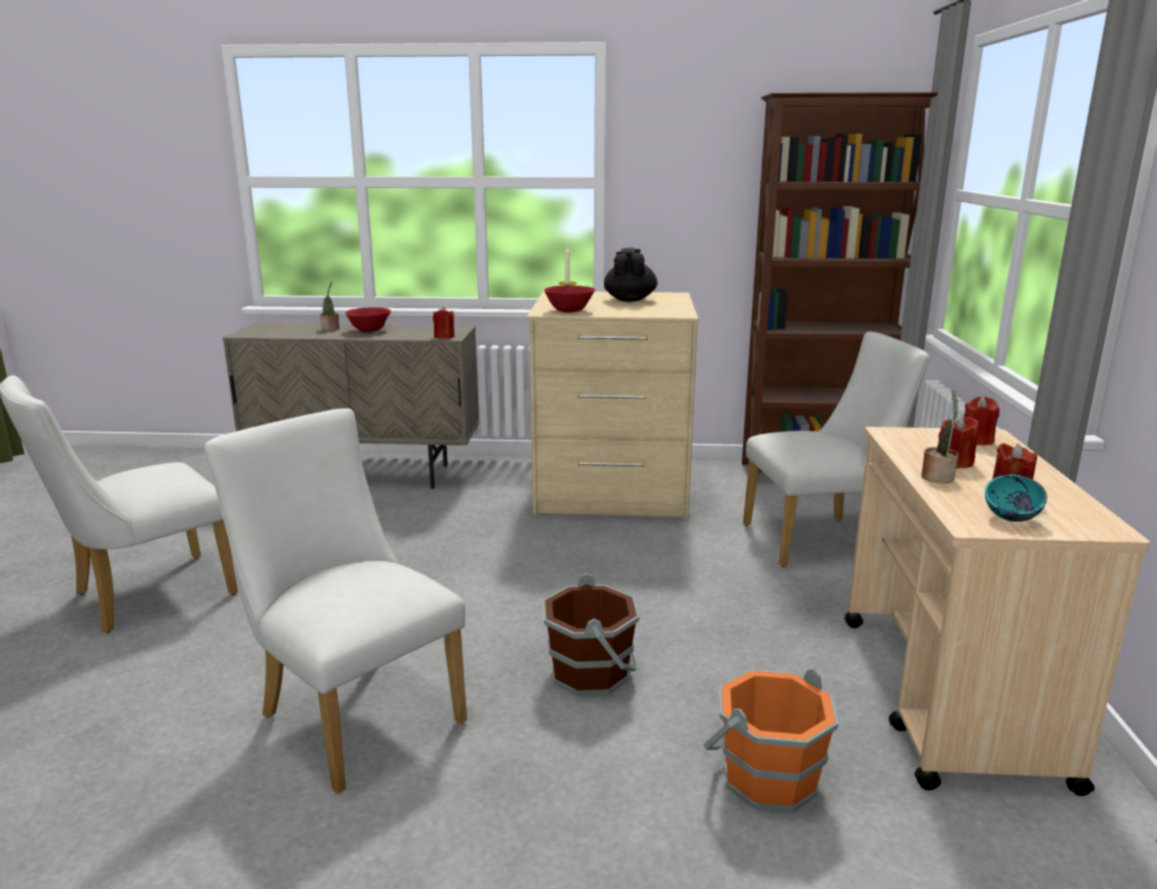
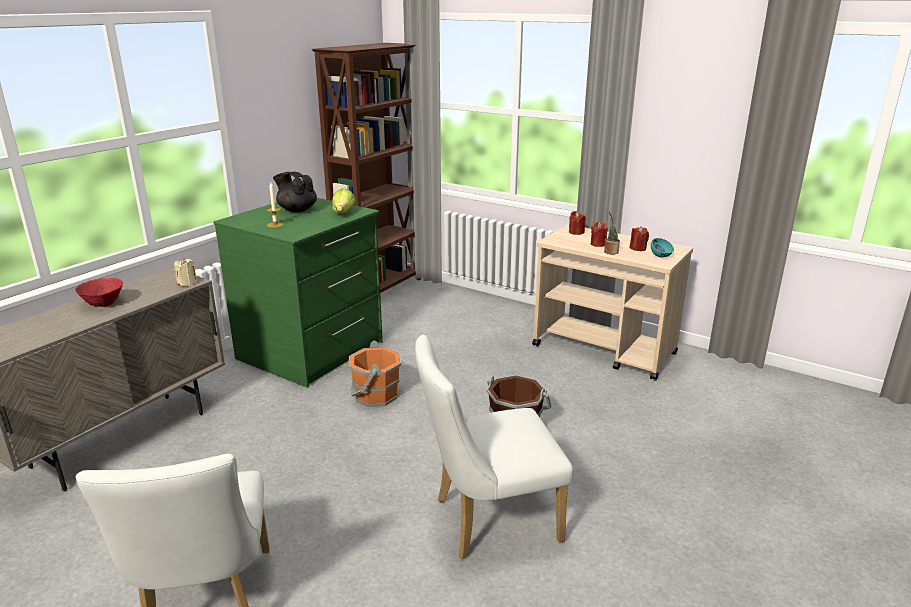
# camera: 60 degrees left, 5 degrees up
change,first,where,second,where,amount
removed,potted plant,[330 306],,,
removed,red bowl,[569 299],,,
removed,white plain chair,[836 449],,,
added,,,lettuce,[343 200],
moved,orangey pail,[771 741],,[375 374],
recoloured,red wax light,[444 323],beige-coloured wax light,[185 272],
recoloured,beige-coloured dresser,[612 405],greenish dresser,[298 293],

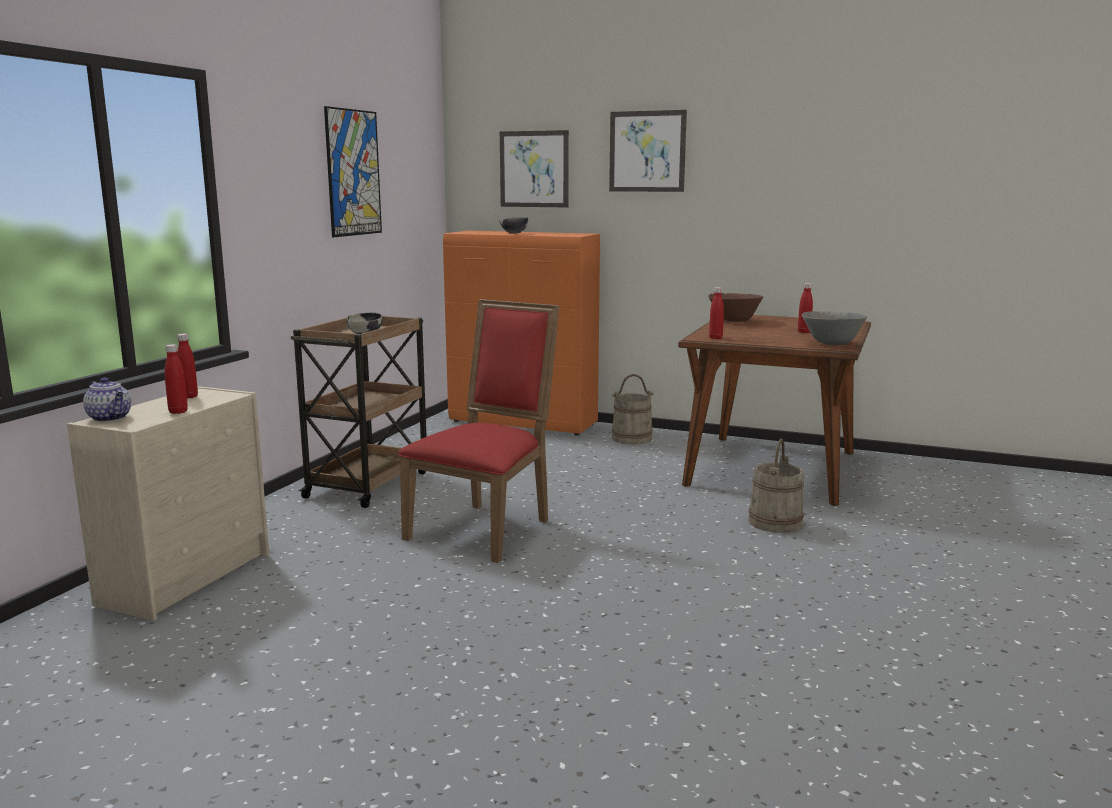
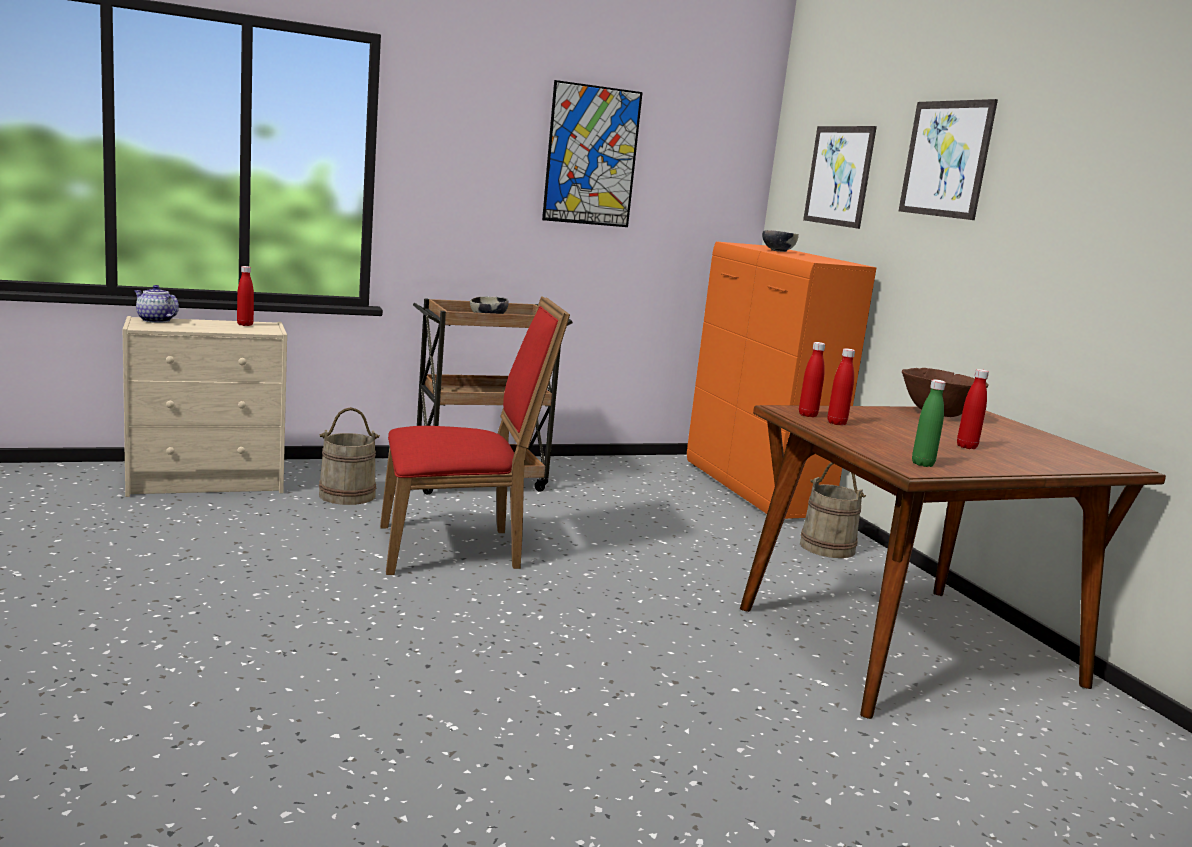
# camera: 45 degrees right, 0 degrees up
change,first,where,second,where,amount
moved,red bottle,[176 379],,[841 386],
moved,beige-coloured pail,[776 486],,[349 456],
replaced,grey bowl,[834 328],greenish bottle,[929 423],
turned,pot for tea,[107 399],,[156 304],120 degrees clockwise

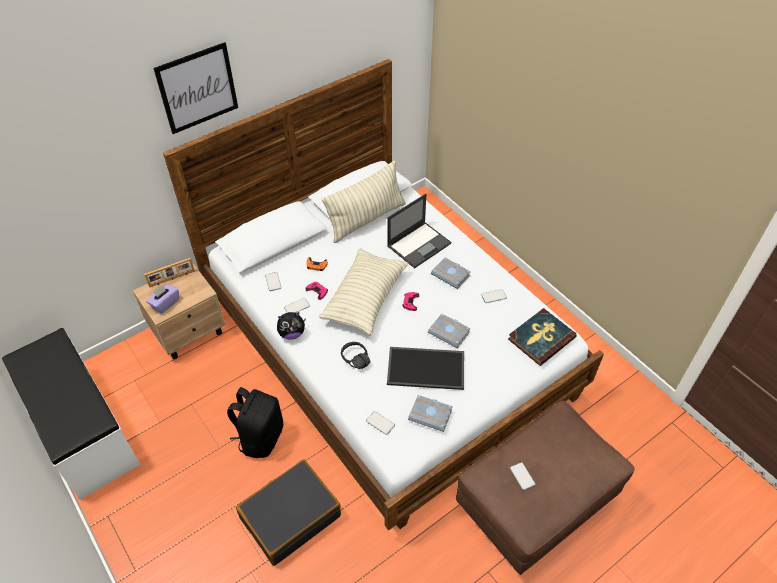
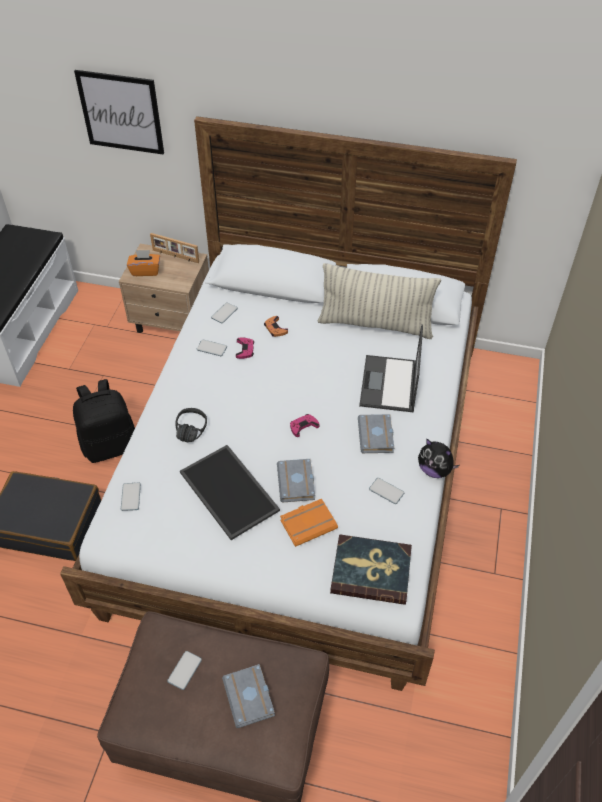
# camera: 50 degrees right, 0 degrees up
change,first,where,second,where,amount
removed,pillow,[363 292],,,
added,,,orangey volume,[309 523],
moved,picture,[195 88],,[119 112],
moved,soft toy,[291 326],,[438 458],
moved,grey volume,[430 413],,[248 696],
recoloured,purple tissue box,[162 299],orangey tissue box,[143 263],
turned,laptop,[419 231],,[391 368],90 degrees clockwise

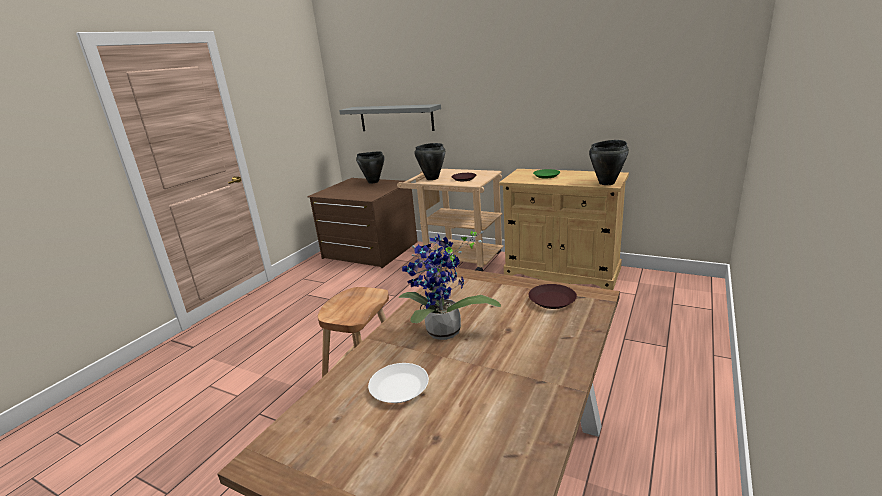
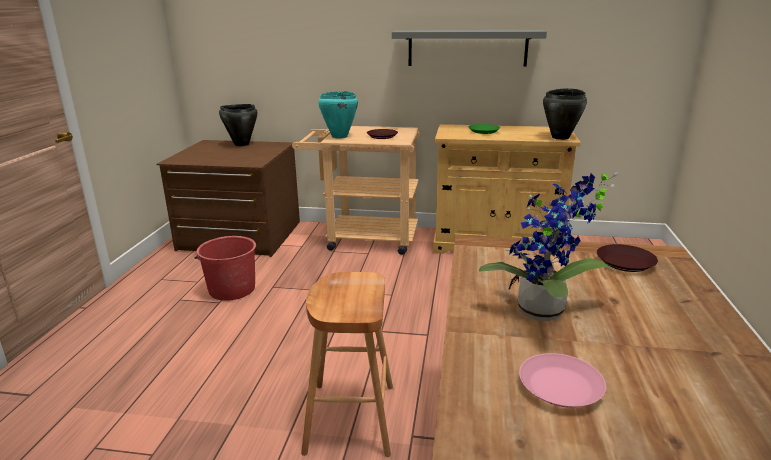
# camera: 20 degrees left, 0 degrees up
change,first,where,second,where,amount
added,,,red pail,[225 268],
moved,grey shelf,[390 117],,[469 48],
recoloured,white flat dish,[398 383],pink-coloured flat dish,[562 380],
recoloured,black-coloured stockpot,[430 161],blue-green stockpot,[338 114],

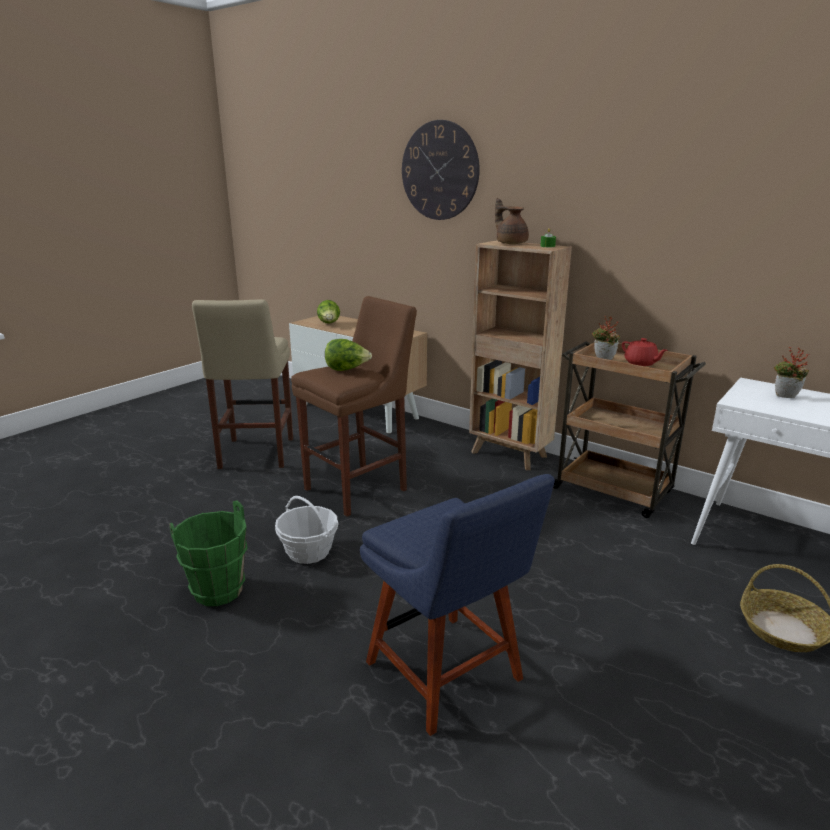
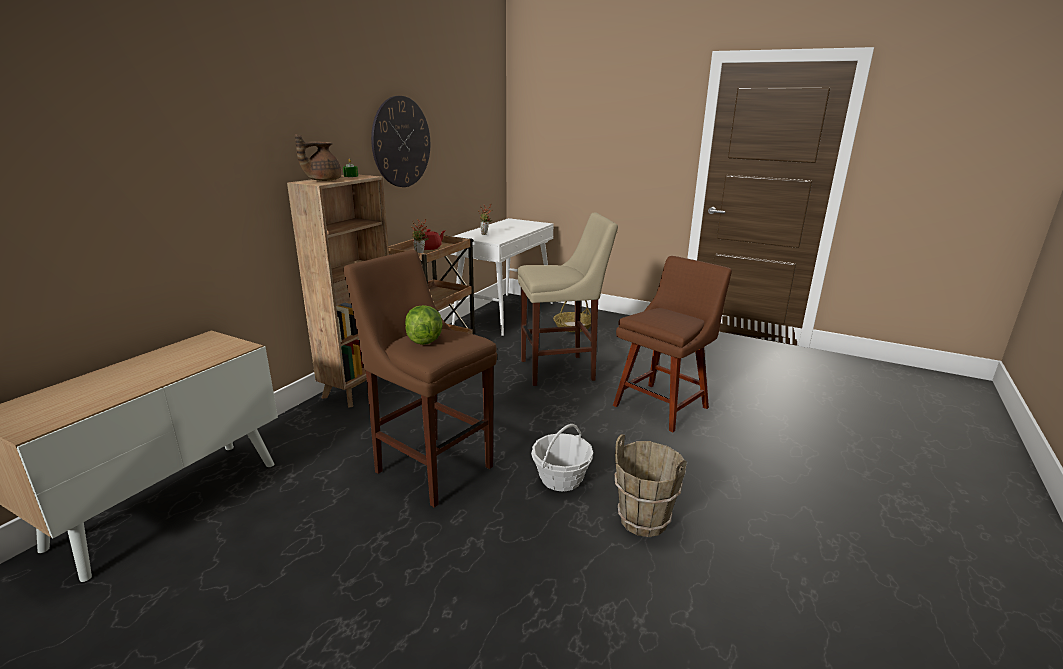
# camera: 100 degrees left, 0 degrees up
change,first,where,second,where,amount
removed,lettuce,[328 312],,,
moved,beige-coloured stool,[242 384],,[568 299],
moved,clock on the wall,[441 170],,[400 141],
recoloured,greenish pail,[208 553],brown pail,[651 485],
recoloured,blue-coloured plain chair,[457 605],brown plain chair,[672 344],

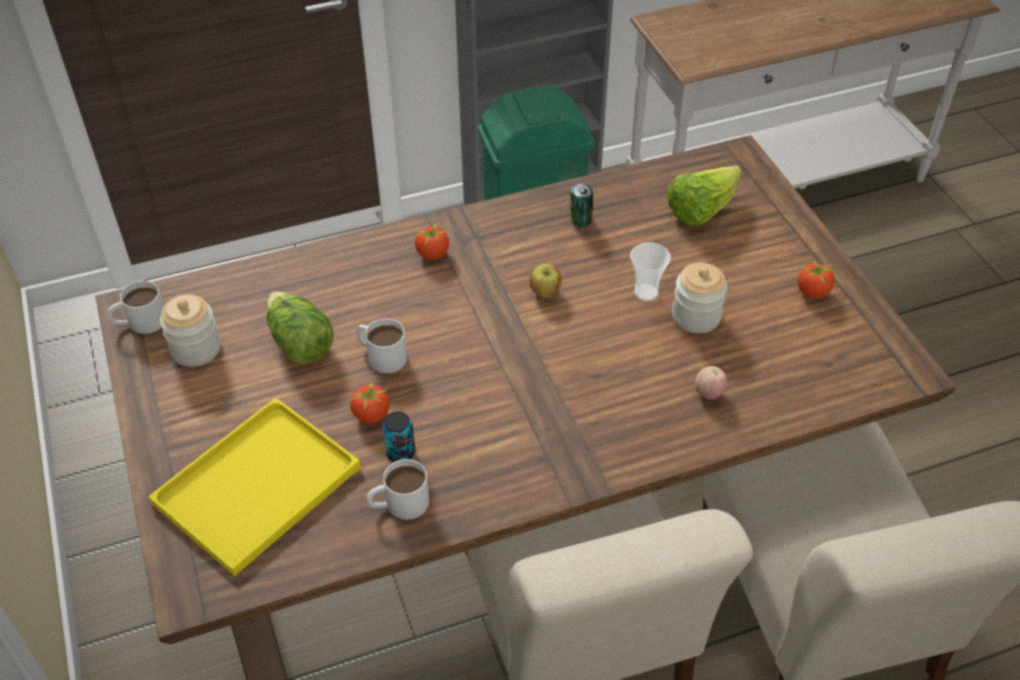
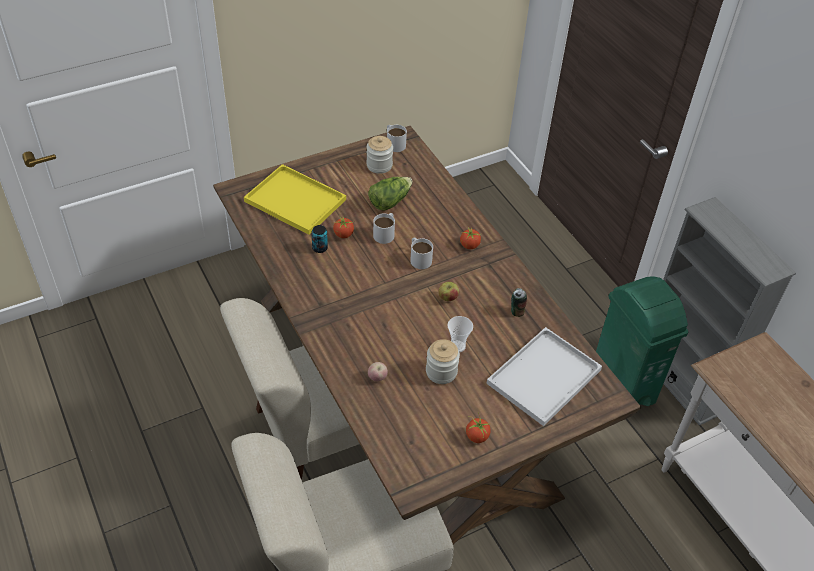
# camera: 80 degrees right, 0 degrees up
change,first,where,second,where,amount
moved,white coffee mug,[398 489],,[421 253],
replaced,lettuce,[704 196],white carrying tray,[544 376],

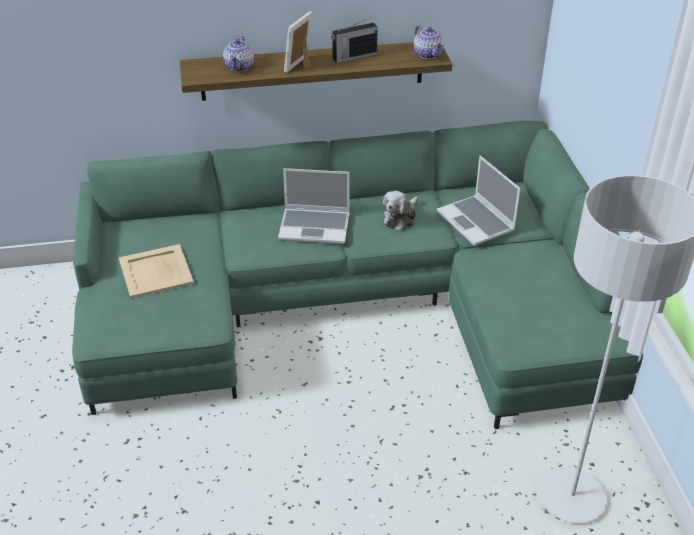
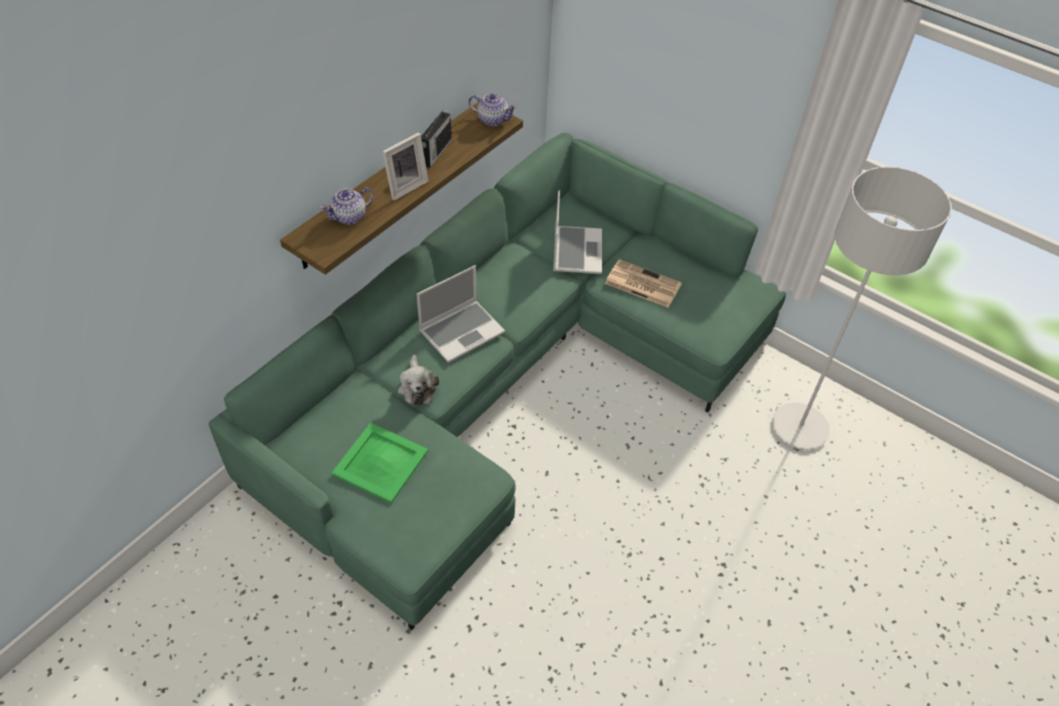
# camera: 45 degrees left, 10 degrees up
change,first,where,second,where,amount
added,,,daily paper,[643 283],
moved,soft toy,[401 211],,[418 380],
recoloured,beige-coloured carrying tray,[156 271],greenish carrying tray,[380 463],
turned,pot for tea,[238 54],,[347 206],90 degrees clockwise
turned,picture frame,[298 42],,[405 166],120 degrees counterclockwise
turned,laptop,[479 201],,[577 232],105 degrees counterclockwise

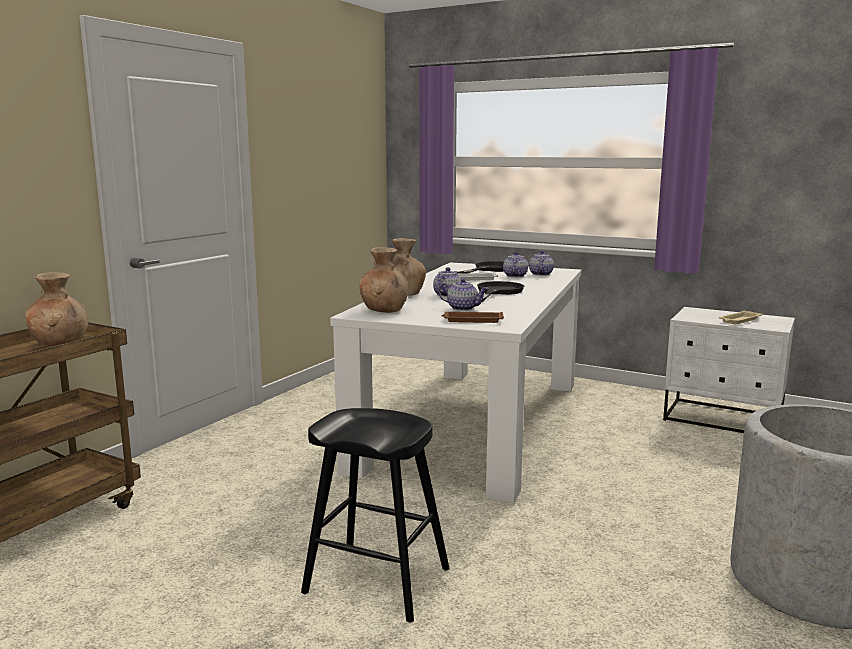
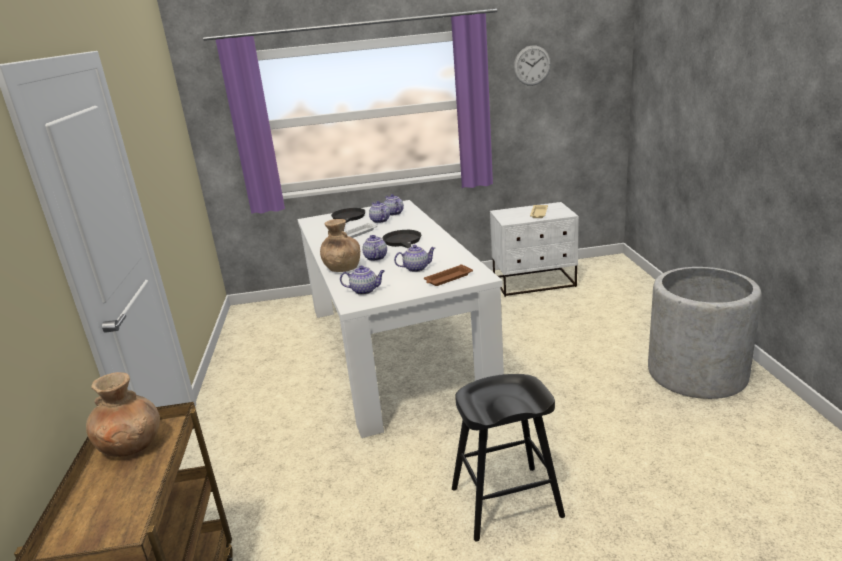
# camera: 35 degrees left, 10 degrees up
change,first,where,second,where,amount
added,,,clock on the wall,[532 65],
replaced,brown vase,[384 280],pot for tea,[362 280],

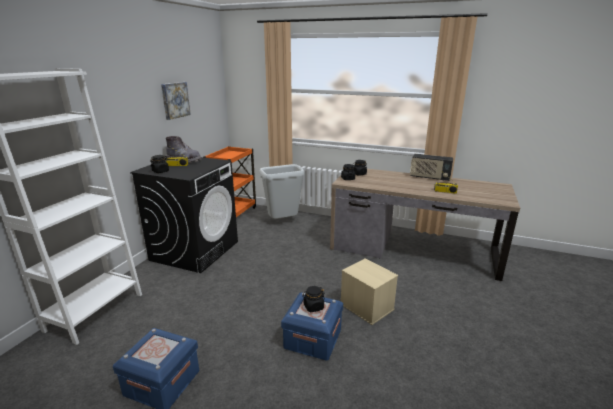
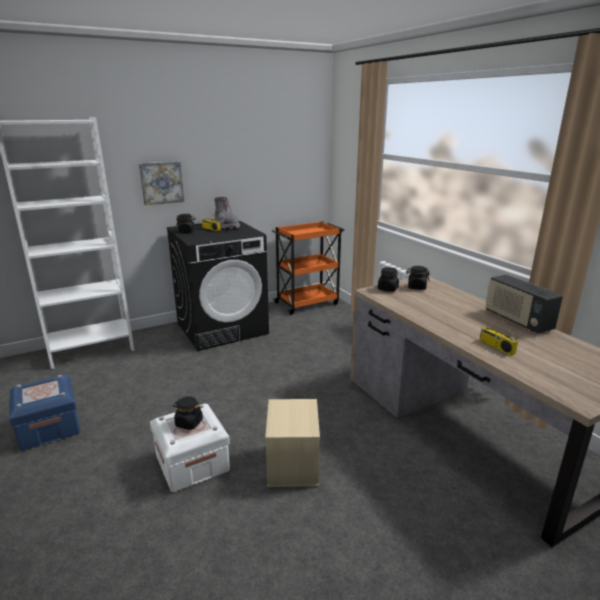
# camera: 40 degrees right, 0 degrees up
change,first,where,second,where,amount
removed,grey trash can,[282 191],,,
moved,picture,[176 101],,[161 183],
recoloured,blue-coloured storage container,[312 327],white storage container,[190 448],

